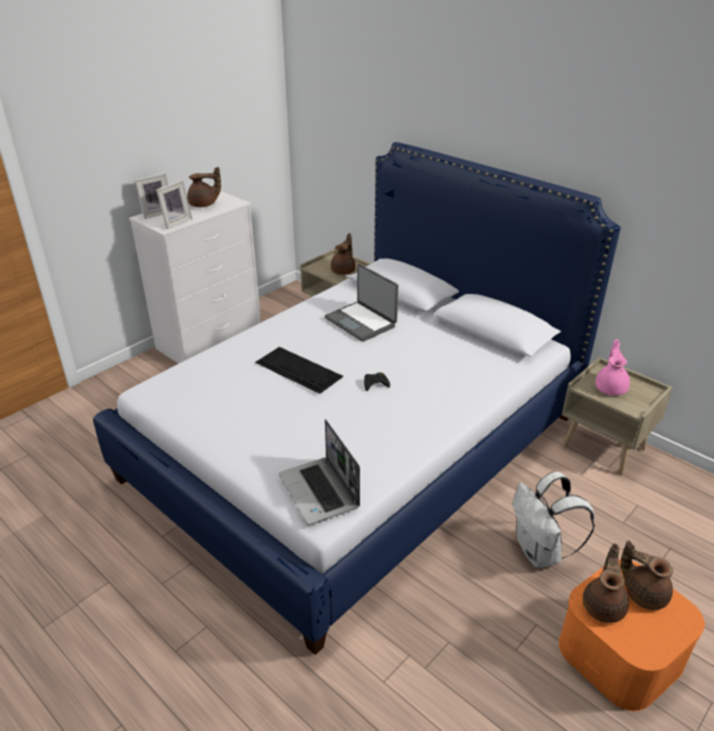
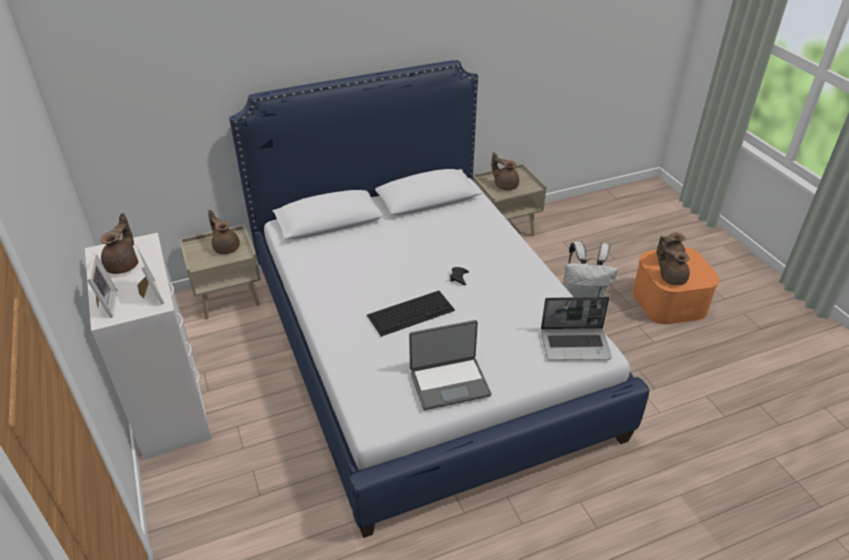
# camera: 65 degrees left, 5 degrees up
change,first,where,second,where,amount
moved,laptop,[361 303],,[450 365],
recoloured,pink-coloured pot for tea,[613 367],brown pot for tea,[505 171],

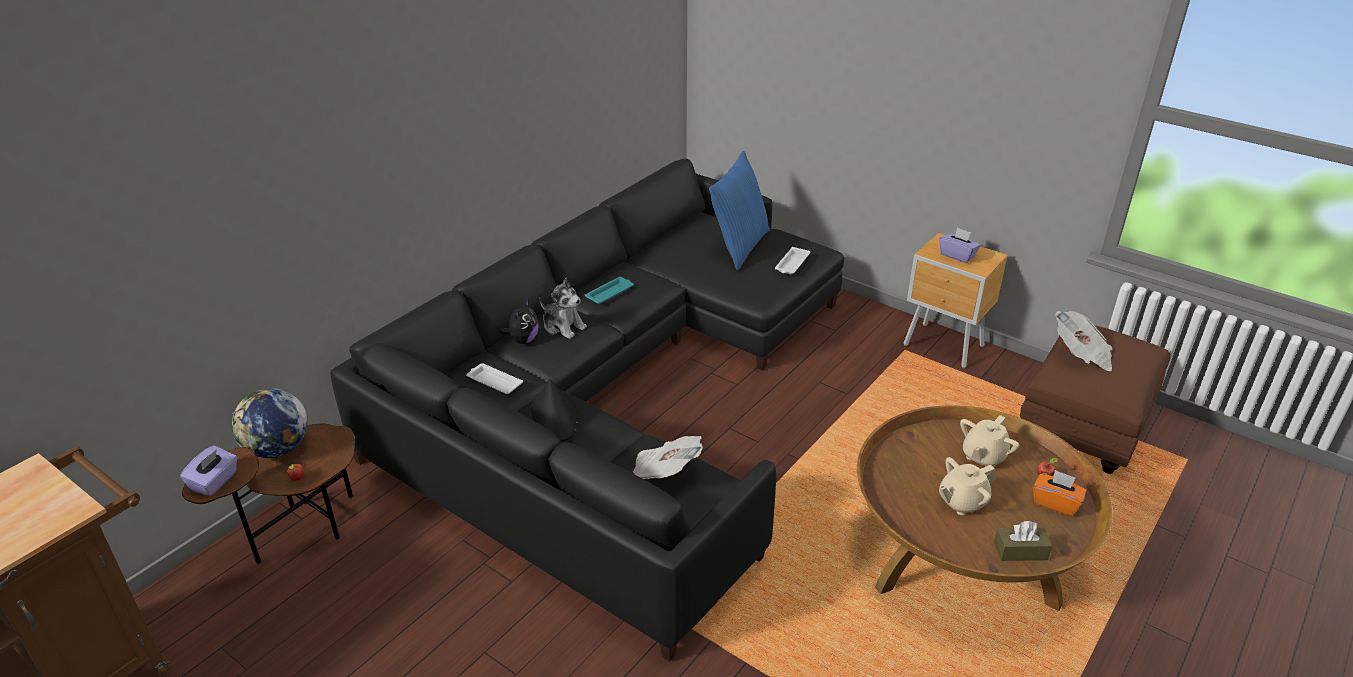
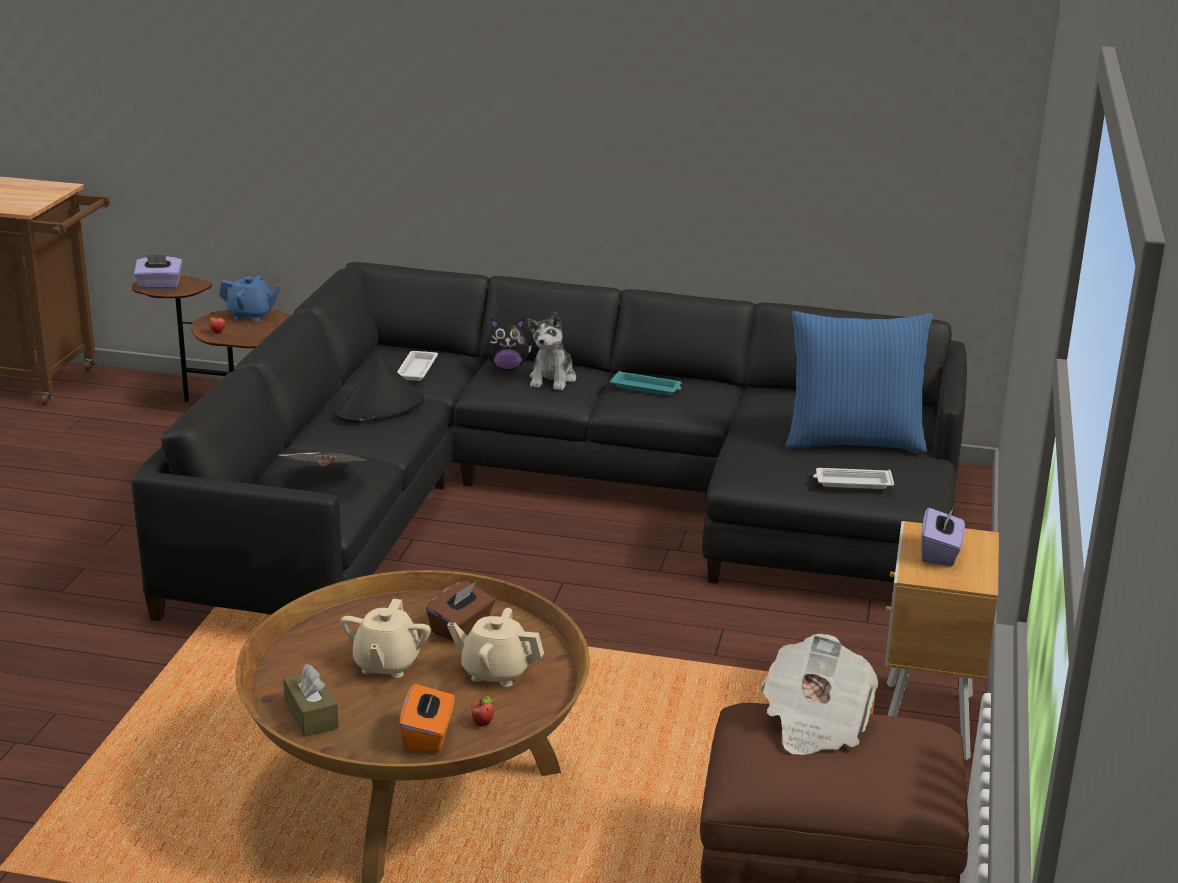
# camera: 65 degrees right, 10 degrees down
change,first,where,second,where,amount
added,,,brown tissue box,[460 611],
replaced,world globe,[270 423],blue-coloured pot for tea,[250 298],
turned,beige-coloured pot for tea,[967 486],,[385 638],120 degrees counterclockwise

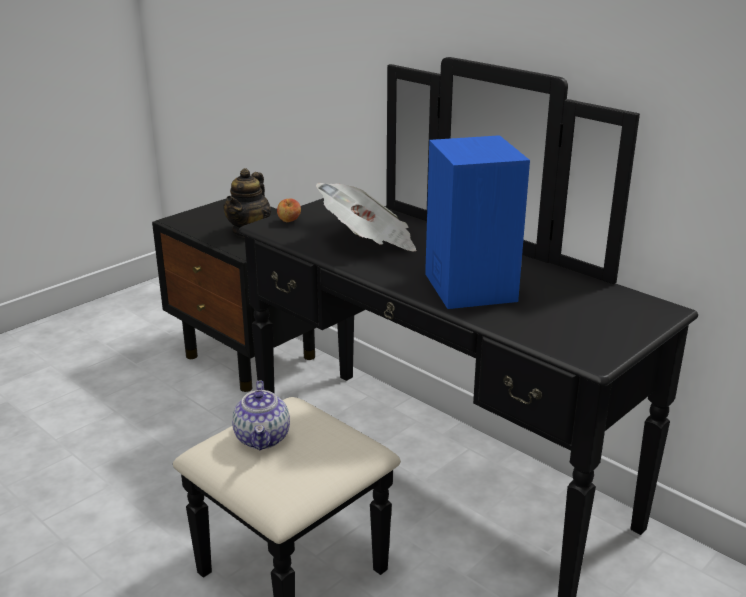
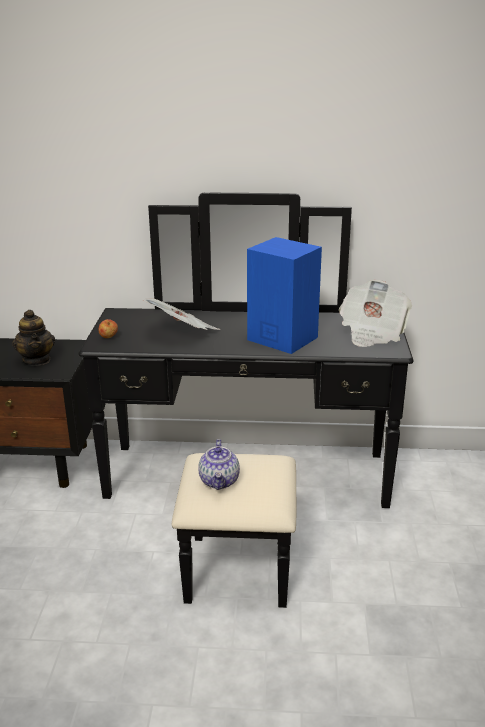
# camera: 40 degrees left, 0 degrees up
change,first,where,second,where,amount
added,,,daily paper,[375 313],
turned,pot for tea,[261 415],,[219 464],45 degrees clockwise

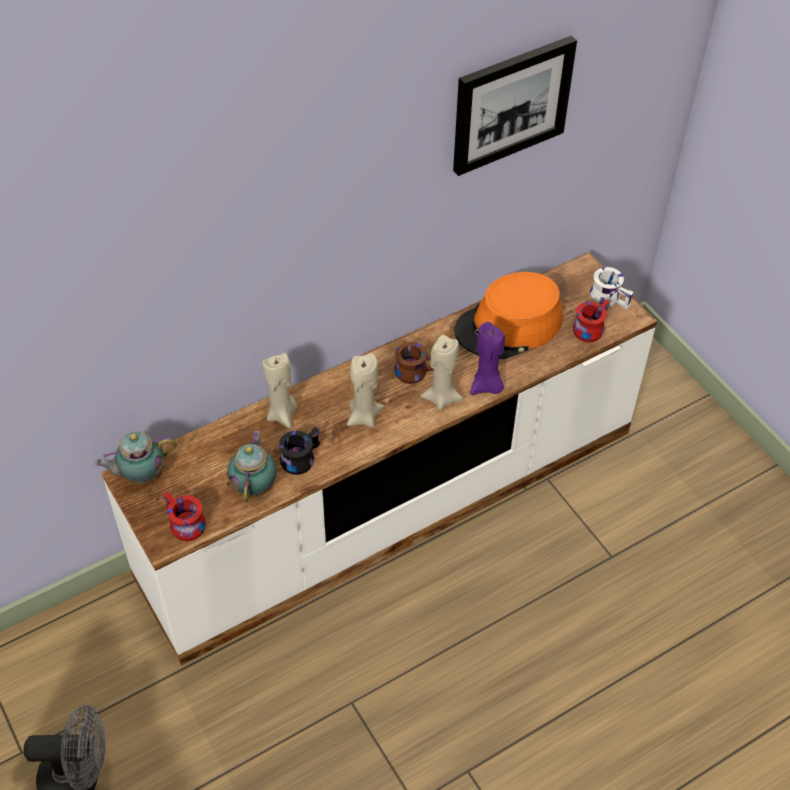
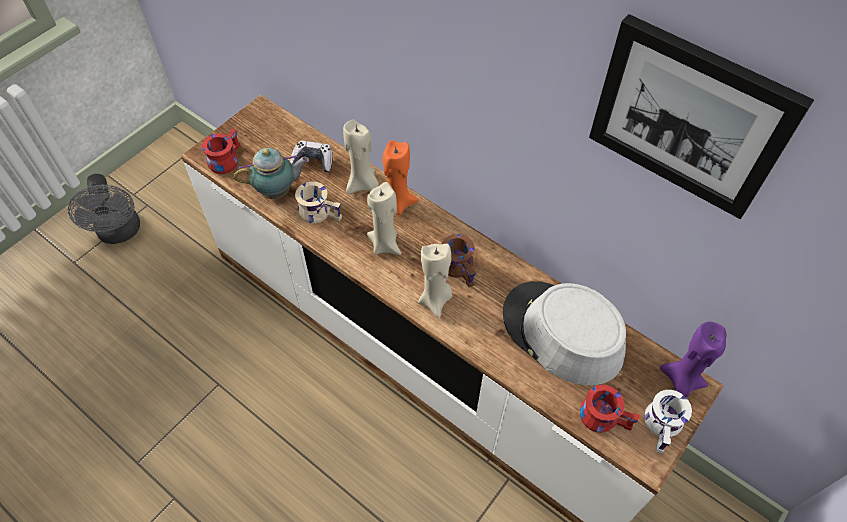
# camera: 70 degrees right, 5 degrees up
change,first,where,second,where,amount
removed,pot for tea,[136 458],,,
added,,,gamepad,[311 156],
added,,,orangey wax light,[400 177],
moved,purple wax light,[487 358],,[693 359],
recoloured,black-coloured coffee mug,[299 451],beige-coloured coffee mug,[318 202],
recoloured,orangey hat,[508 315],grey hat,[564 333],

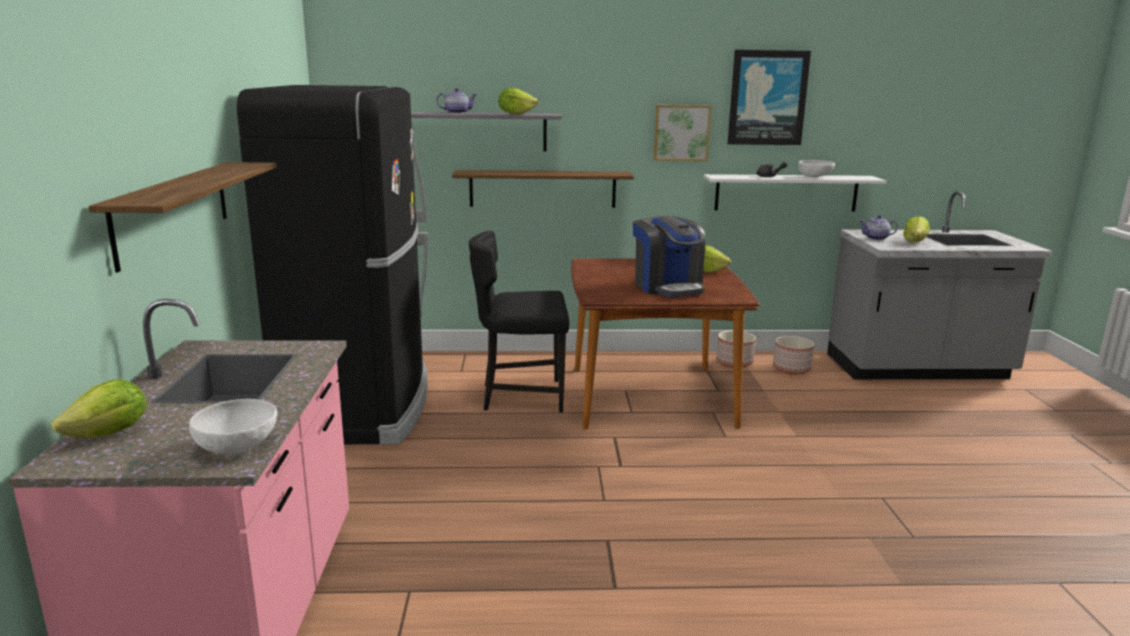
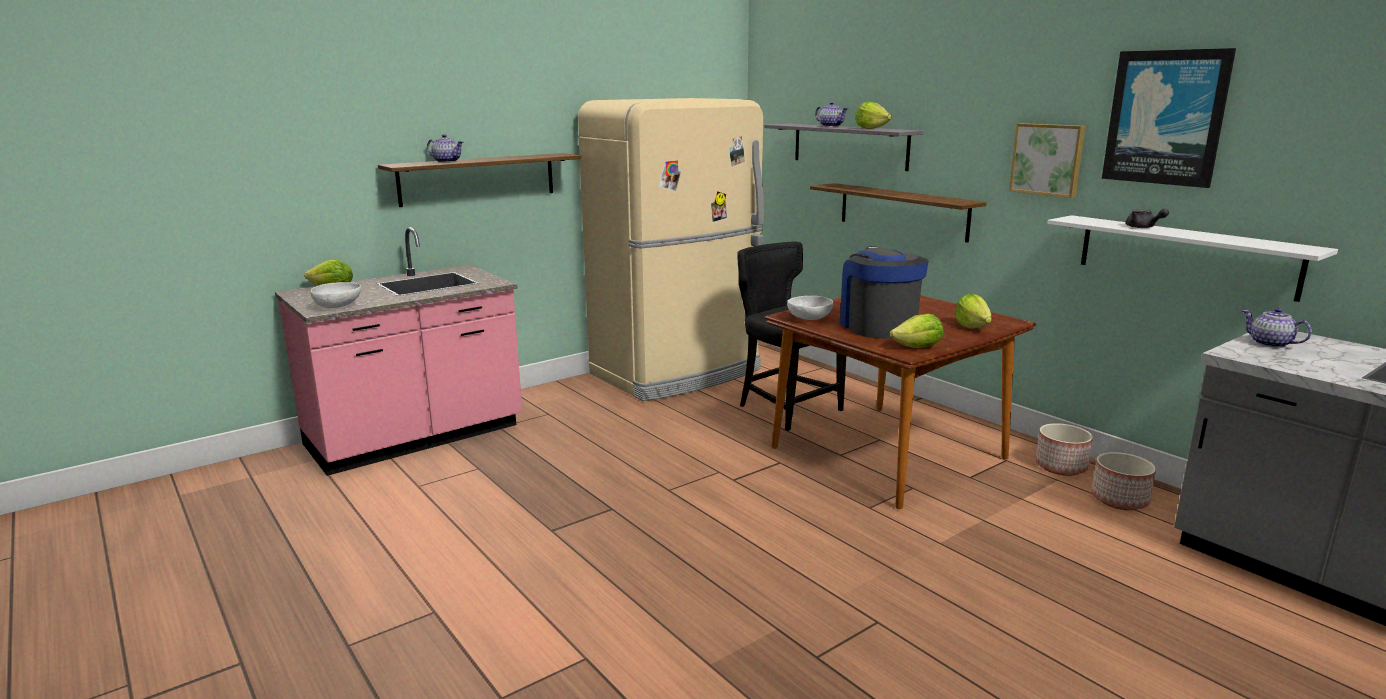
# camera: 55 degrees right, 0 degrees up
change,first,where,second,where,amount
added,,,pot for tea,[445 148],
moved,white bowl,[816 168],,[810 308],
moved,lettuce,[916 229],,[916 331],
recoloured,black-coloured refrigerator,[332 264],beige-coloured refrigerator,[671 249],
turned,coffee maker,[669 256],,[884 292],135 degrees clockwise

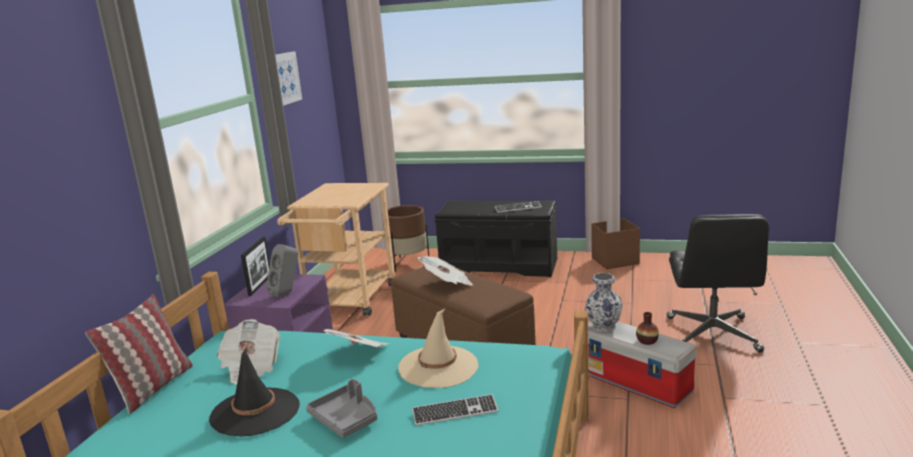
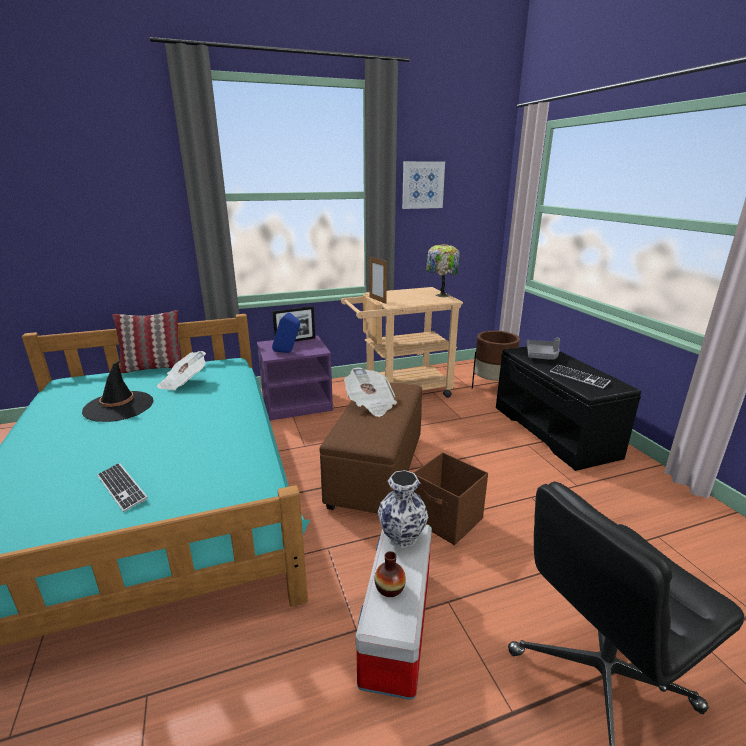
# camera: 55 degrees right, 5 degrees up
change,first,where,second,where,amount
removed,daily paper,[355 338],,,
removed,beige-coloured hat,[438 348],,,
added,,,picture frame,[378 280],
added,,,tabletop lamp,[443 271],
moved,grey carrying tray,[341 408],,[543 349],
moved,brown storage container,[615 243],,[450 498],
recoloured,grey audio speaker,[282 270],blue-coloured audio speaker,[286 332],

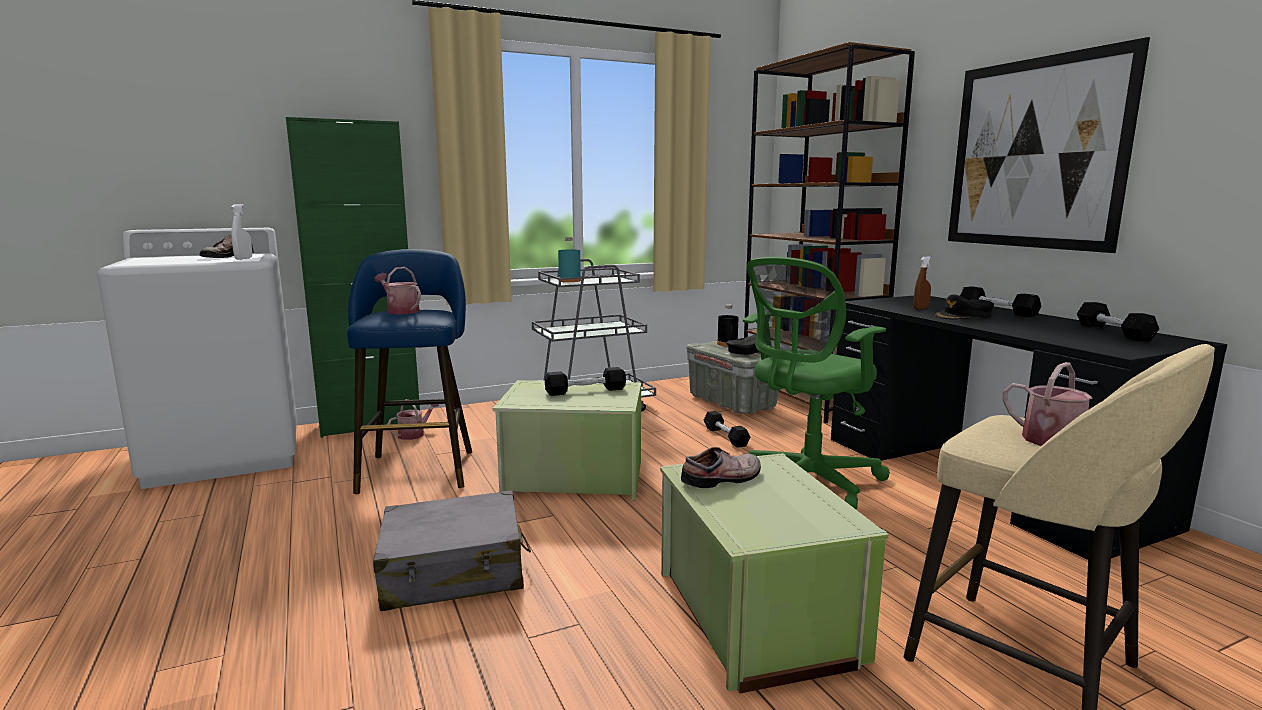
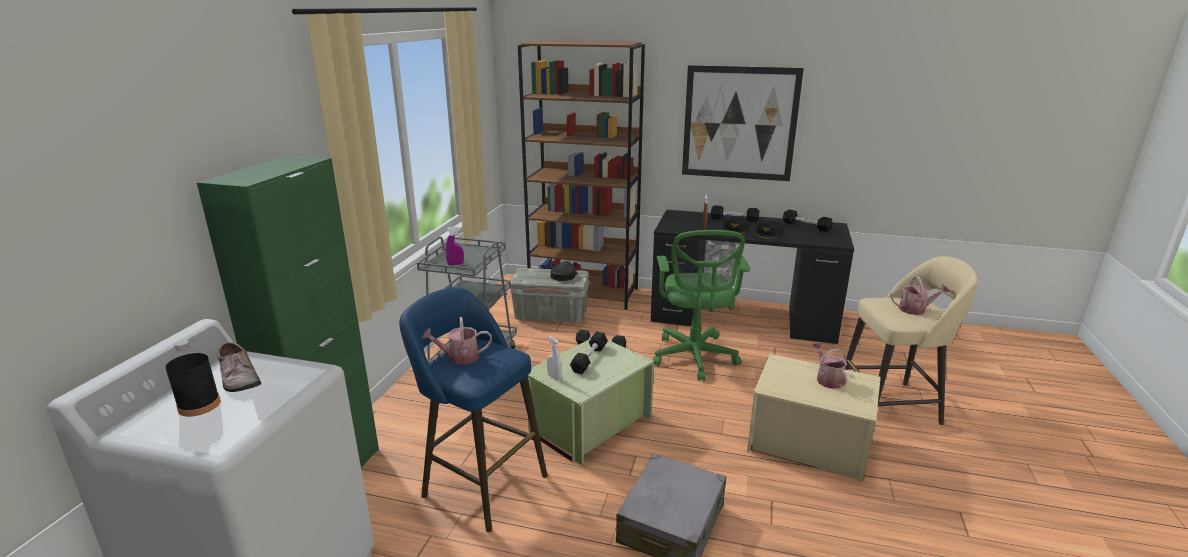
# camera: 50 degrees left, 10 degrees up
change,first,where,second,where,amount
removed,low shoe,[721 467],,,
added,,,black-coloured cap,[769 230],
moved,white spray bottle,[241 232],,[554 358],
moved,watering pot,[413 419],,[830 365],
moved,black-coloured bottle,[728 325],,[193 378],
replaced,blue-green bottle,[569 259],purple spray bottle,[454 246],
recoloured,greenish storage container,[774 573],beige-coloured storage container,[814 418],

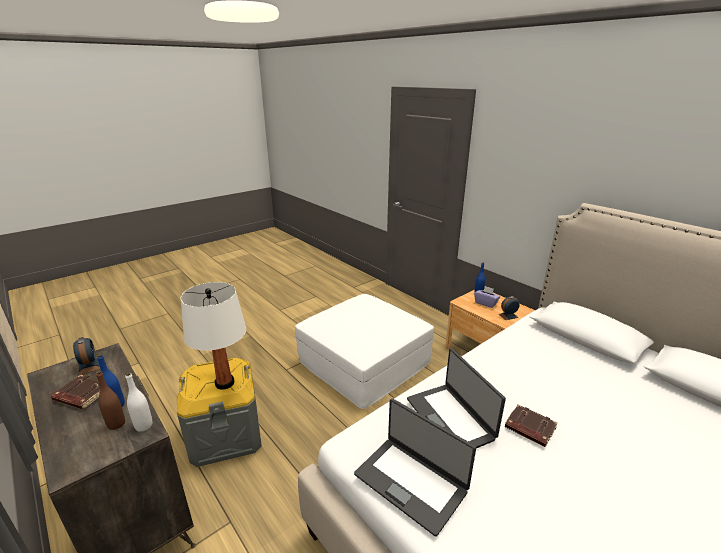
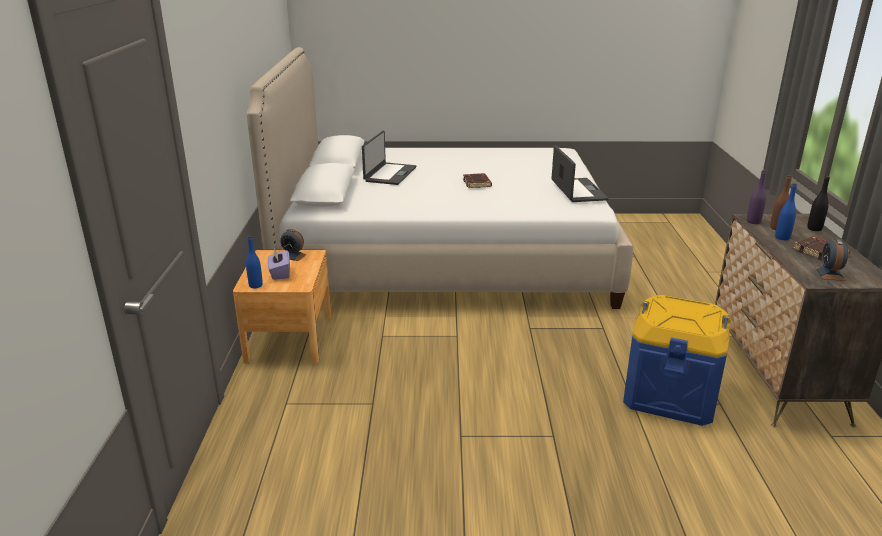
# camera: 140 degrees left, 0 degrees up
change,first,where,second,where,amount
removed,white tabletop lamp,[213 336],,,
removed,white ottoman,[364 351],,,
added,,,black-coloured bottle,[818 203],
moved,laptop,[456 398],,[389 158],
recoloured,white bottle,[138 402],purple bottle,[756 197],
recoloured,grey storage container,[219 412],blue-coloured storage container,[677 360],

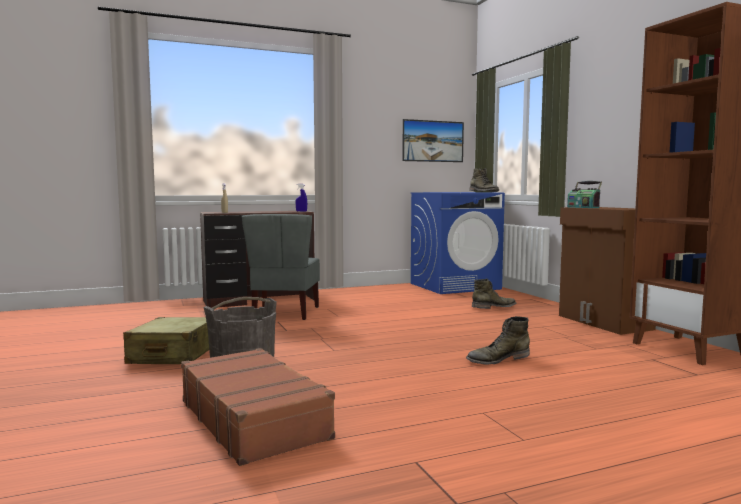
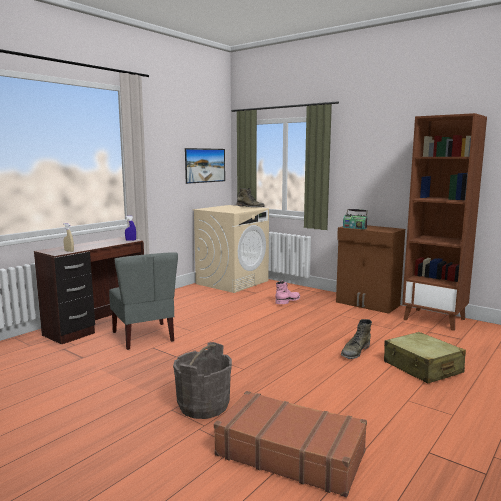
# camera: 30 degrees left, 5 degrees up
change,first,where,second,where,amount
moved,beige-coloured suitcase,[166 340],,[425 358],
recoloured,blue-coloured washing machine,[457 243],beige-coloured washing machine,[231 249],
recoloured,greenish high-top boot,[494 293],pink-coloured high-top boot,[287 292],

